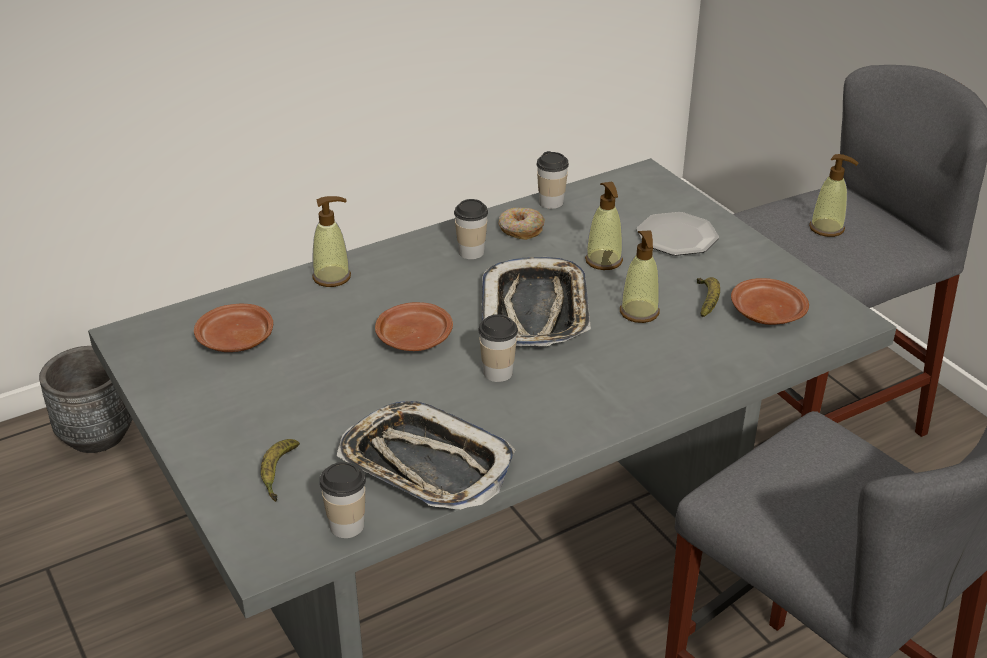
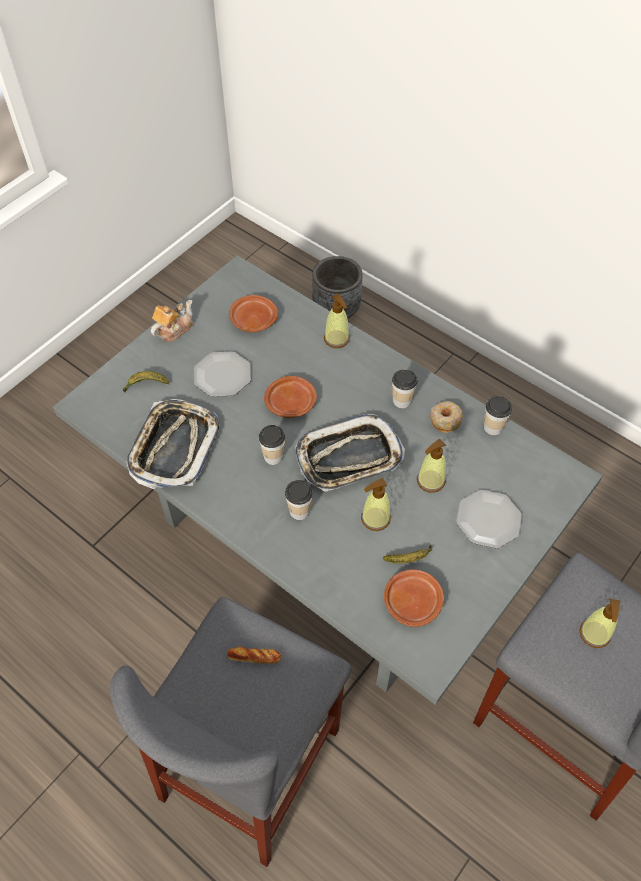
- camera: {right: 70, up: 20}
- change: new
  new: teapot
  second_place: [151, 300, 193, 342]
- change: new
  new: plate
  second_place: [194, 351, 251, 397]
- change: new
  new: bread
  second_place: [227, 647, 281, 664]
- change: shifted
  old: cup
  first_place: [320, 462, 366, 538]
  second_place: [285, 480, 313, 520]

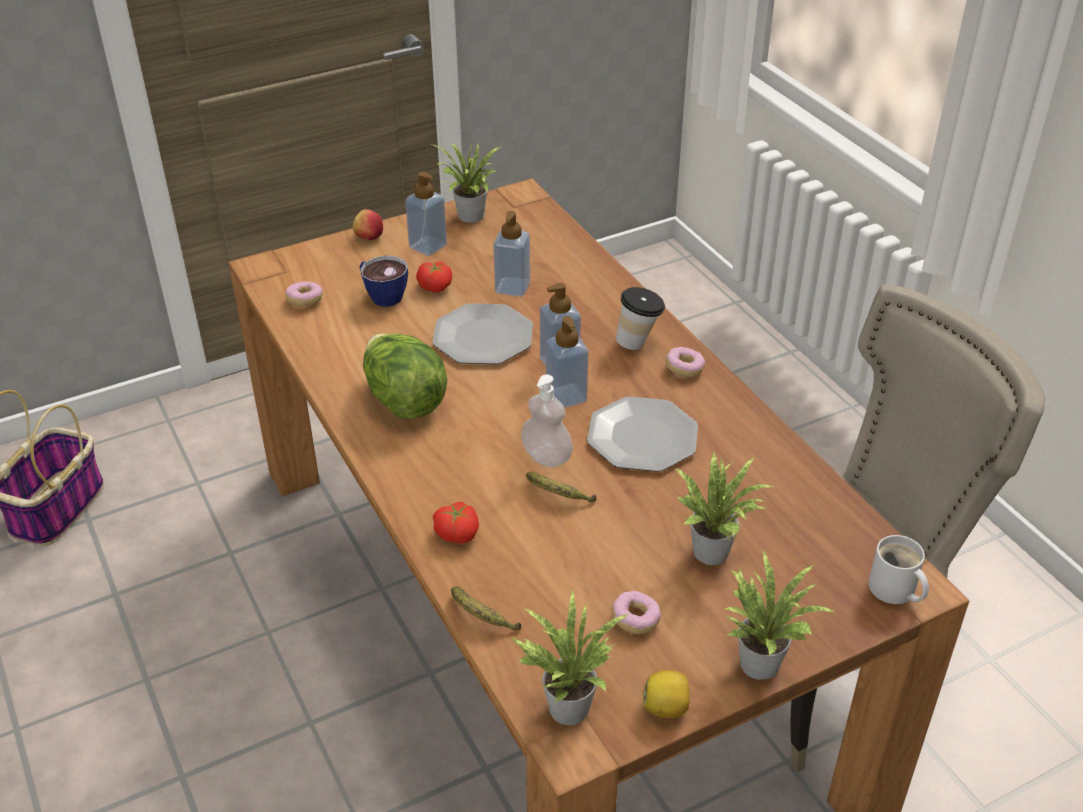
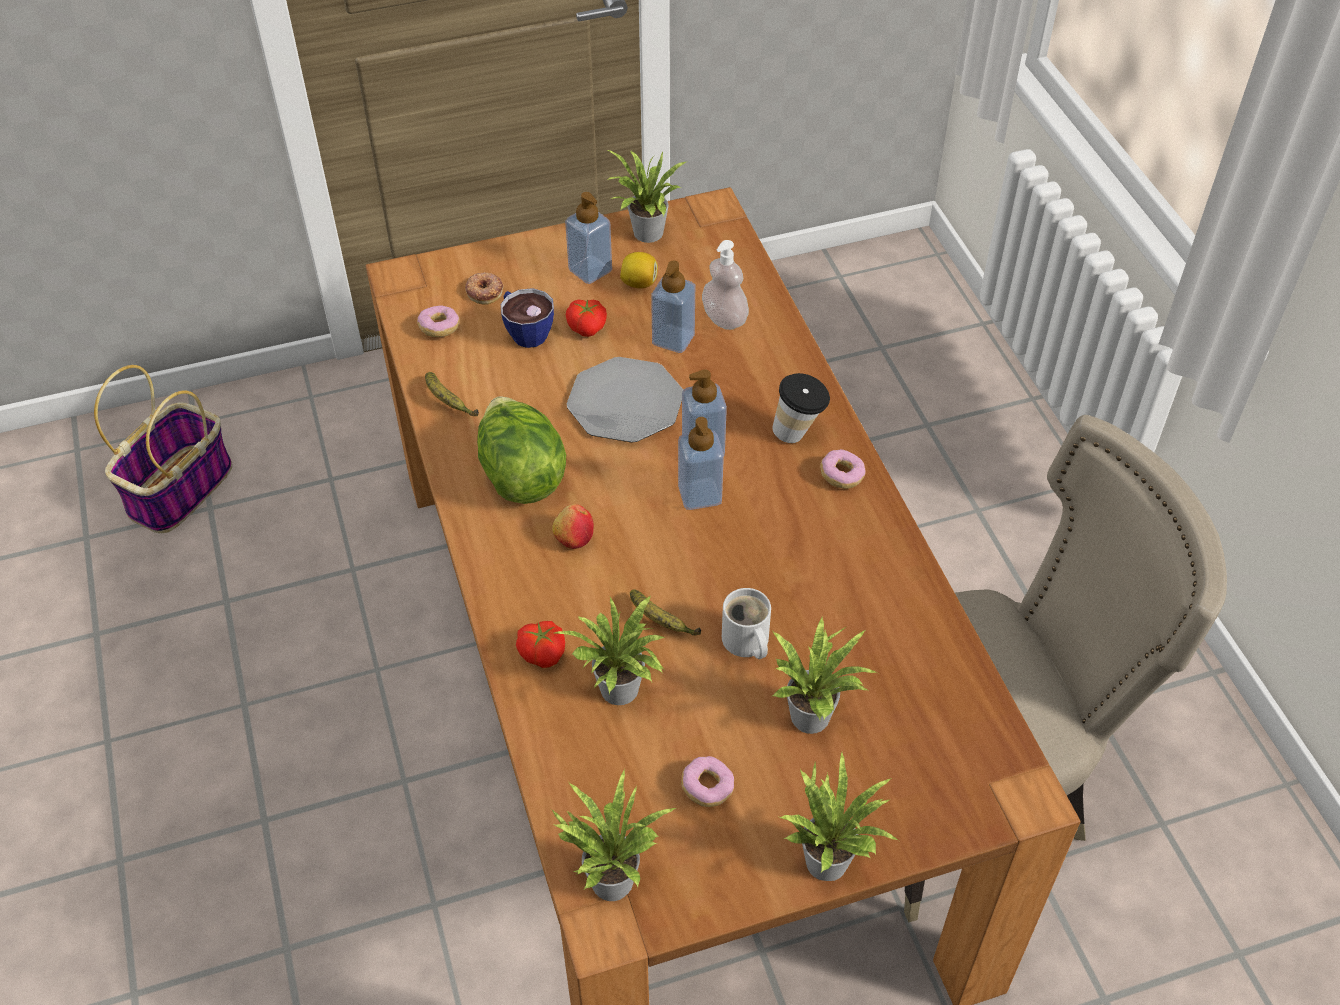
- camera: {right: 10, up: 10}
- change: gone
  old: plate
  first_place: [587, 396, 698, 472]
- change: new
  new: donut
  second_place: [465, 272, 504, 305]
- change: new
  new: potted plant
  second_place: [555, 596, 664, 705]
- change: shifted
  old: apple
  first_place: [353, 209, 383, 240]
  second_place: [552, 504, 594, 549]
- change: shifted
  old: banana
  first_place: [451, 586, 521, 631]
  second_place: [425, 372, 479, 416]
- change: shifted
  old: soap dispenser
  first_place: [521, 374, 573, 467]
  second_place: [702, 240, 749, 330]
- change: shifted
  old: lemon
  first_place: [642, 670, 690, 718]
  second_place: [620, 252, 658, 288]
- change: shifted
  old: mug/white
  first_place: [868, 535, 929, 604]
  second_place: [722, 588, 771, 659]

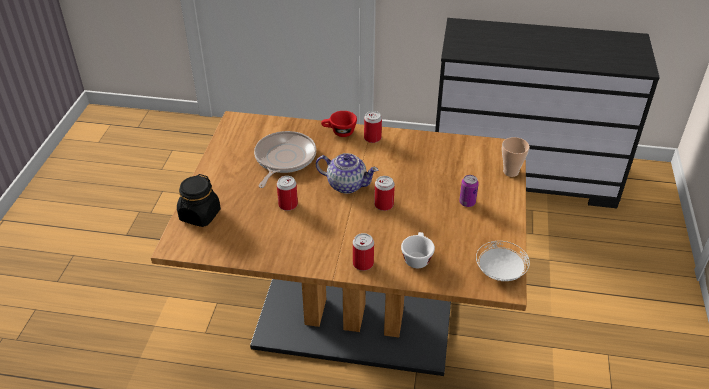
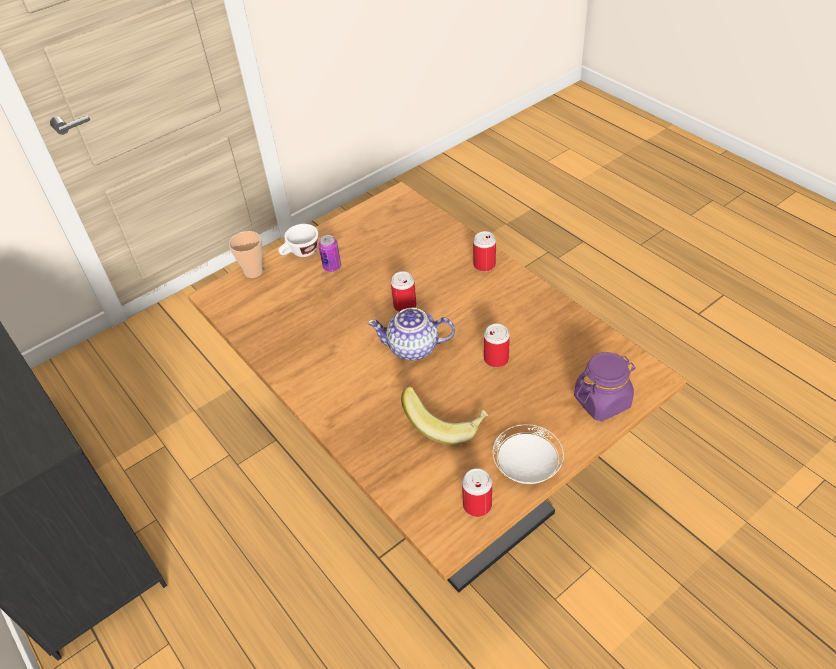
- camera: {right: -135, up: 5}
- change: gone
  old: cup/red
  first_place: [321, 111, 357, 137]
- change: shifted
  old: can
  first_place: [364, 111, 382, 143]
  second_place: [462, 468, 492, 517]
- change: shifted
  old: cup/white
  first_place: [401, 232, 435, 268]
  second_place: [278, 224, 318, 257]
- change: shifted
  old: plate/white
  first_place: [476, 241, 530, 281]
  second_place: [493, 424, 564, 484]
- change: swapped
  old: frying pan
  new: banana
  first_place: [254, 131, 316, 188]
  second_place: [401, 387, 488, 445]
- change: repainted
  old: jar/black
  new: jar/purple
  first_place: [177, 174, 221, 227]
  second_place: [574, 352, 636, 421]
- change: rotated
  old: teapot
  first_place: [316, 153, 379, 194]
  second_place: [367, 308, 455, 360]
  degrees: -60

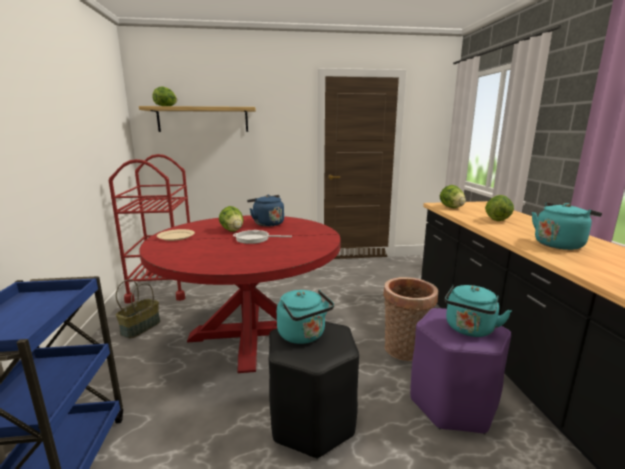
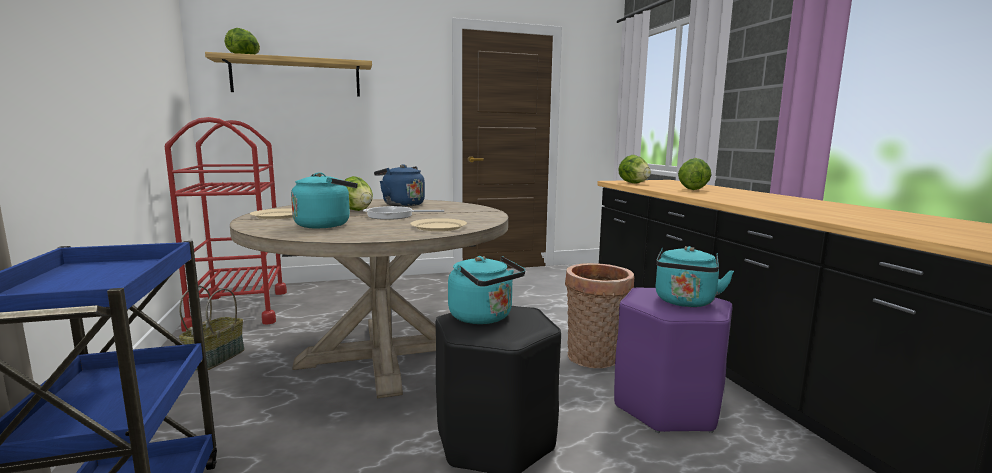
- camera: {right: -10, up: -5}
- change: new
  new: plate/beige
  second_place: [410, 218, 467, 231]
- change: shifted
  old: kettle/turquoise
  first_place: [532, 202, 602, 250]
  second_place: [291, 172, 358, 228]
- change: repainted
  old: dining table/red
  new: dining table/beige
  first_place: [139, 215, 341, 373]
  second_place: [230, 199, 508, 398]

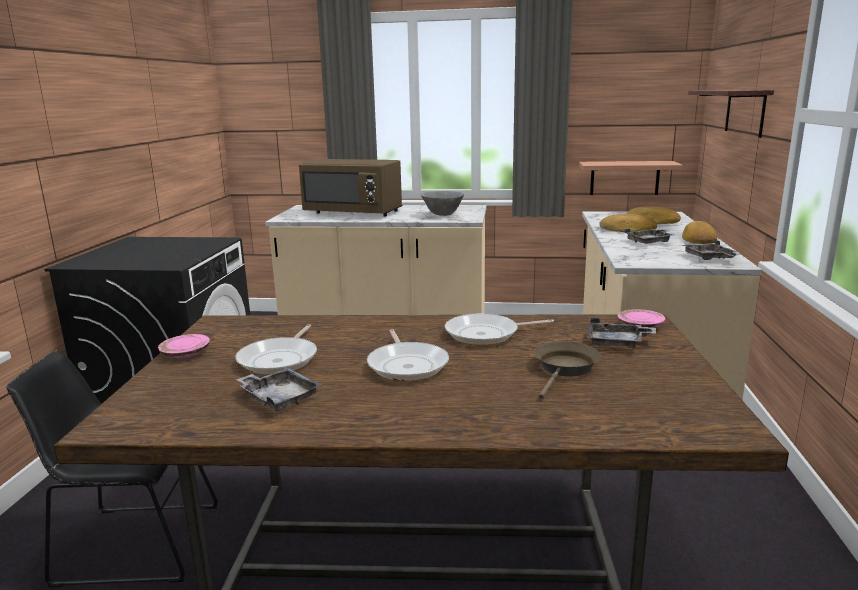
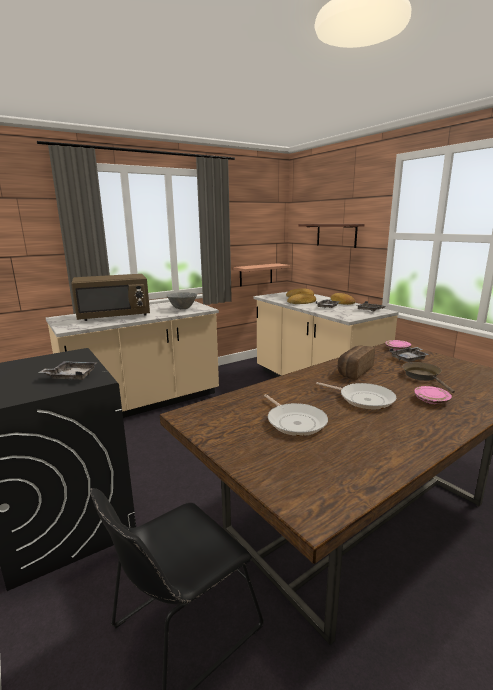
- camera: {right: -40, up: 0}
- change: shifted
  old: plate/pink
  first_place: [158, 334, 210, 358]
  second_place: [414, 386, 452, 404]
- change: shifted
  old: tray/grey
  first_place: [236, 367, 321, 412]
  second_place: [38, 361, 97, 380]
- change: swapped
  old: frying pan
  new: bread
  first_place: [445, 313, 554, 345]
  second_place: [338, 345, 375, 380]

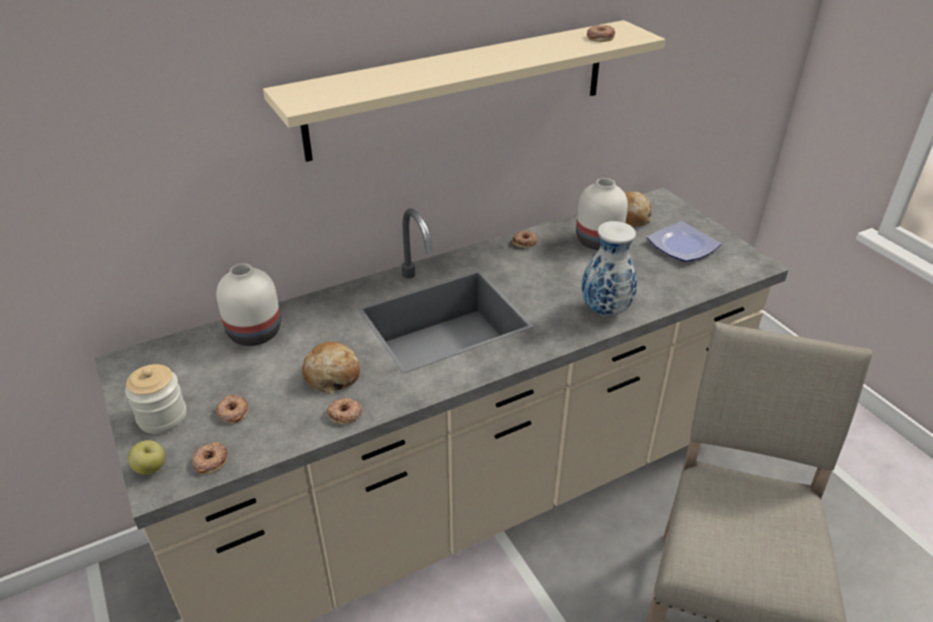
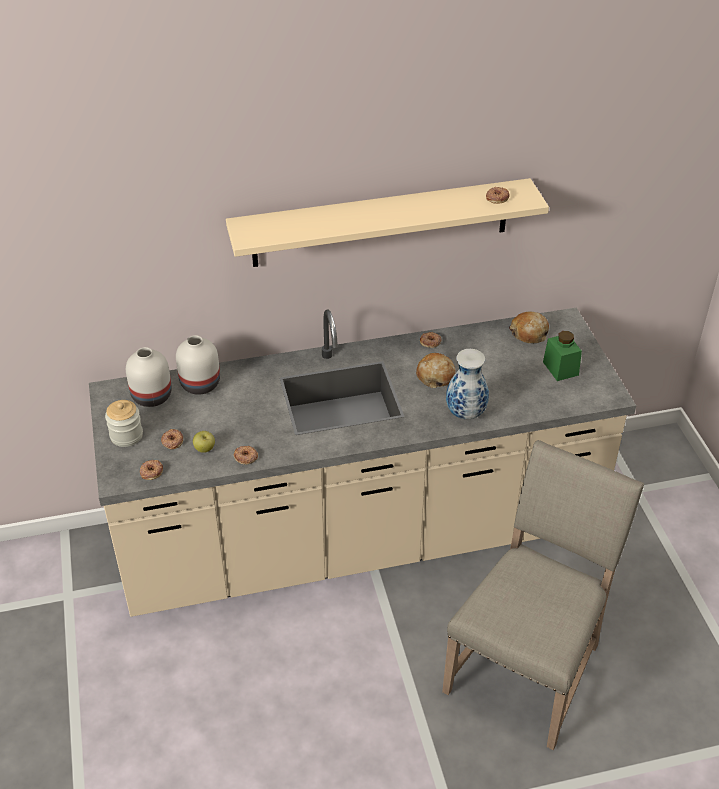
- camera: {right: 15, up: 5}
- change: shifted
  old: apple
  first_place: [128, 440, 165, 475]
  second_place: [193, 431, 215, 453]
- change: shifted
  old: bread
  first_place: [302, 342, 360, 394]
  second_place: [416, 353, 456, 388]
- change: shifted
  old: vase/white
  first_place: [576, 178, 628, 250]
  second_place: [126, 347, 172, 407]
- change: swapped
  old: plate
  new: jar/green
  first_place: [647, 221, 722, 262]
  second_place: [543, 331, 582, 381]

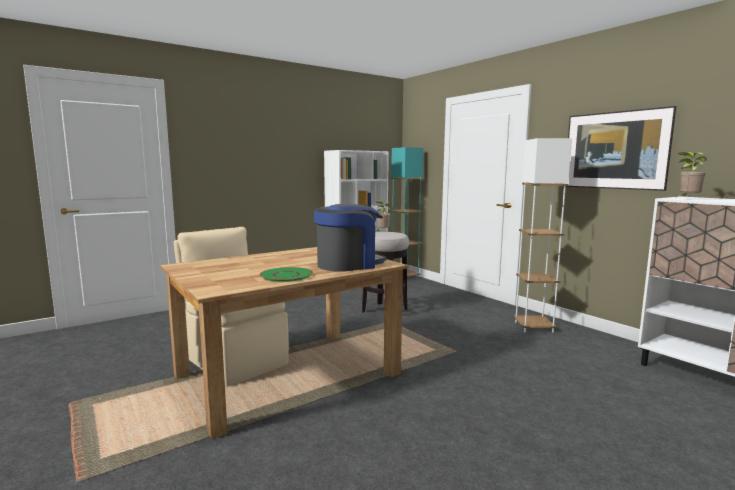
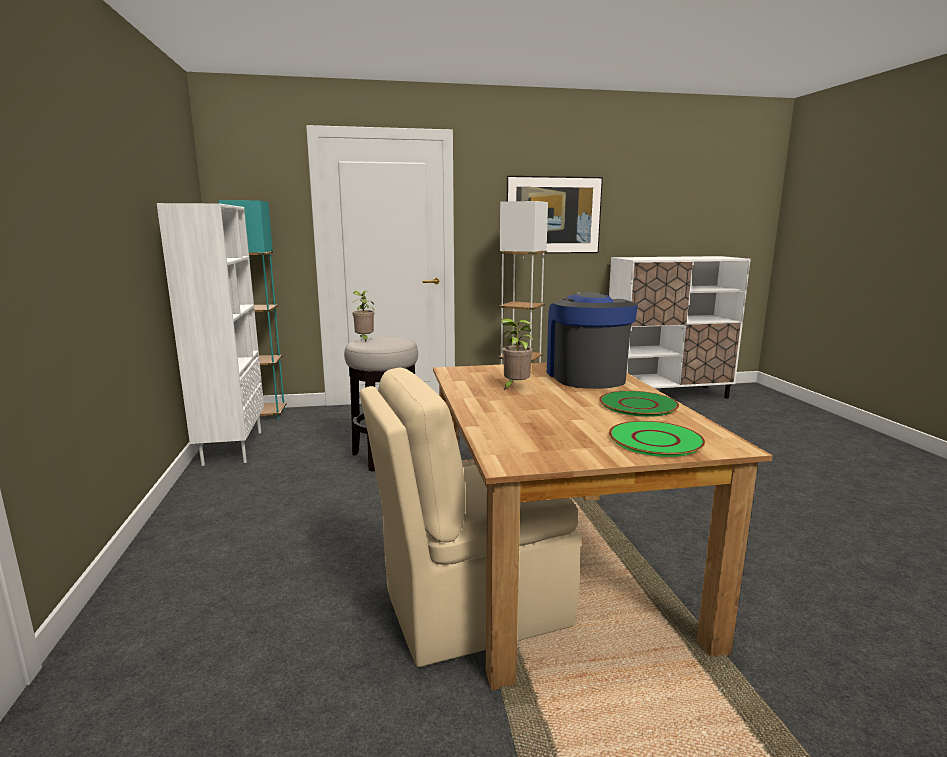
- camera: {right: -65, up: 5}
- change: new
  new: plate/green
  second_place: [609, 421, 705, 457]
- change: shifted
  old: potted plant
  first_place: [677, 152, 707, 197]
  second_place: [500, 318, 533, 390]

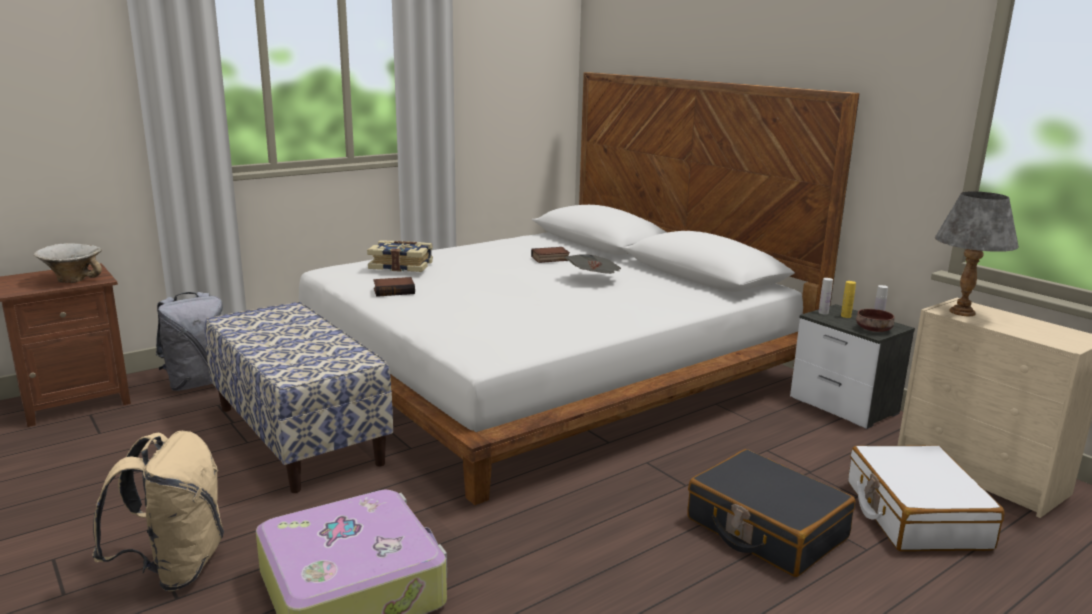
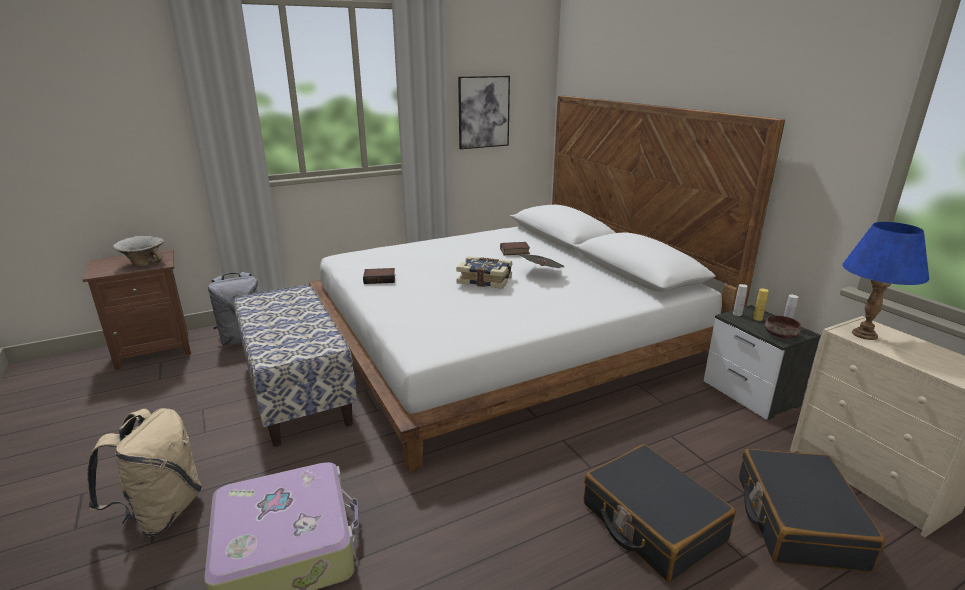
- camera: {right: 10, up: 5}
- change: new
  new: picture
  second_place: [458, 76, 510, 149]
- change: shifted
  old: book
  first_place: [367, 240, 433, 272]
  second_place: [456, 256, 512, 289]
- change: repainted
  old: suitcase/white
  new: suitcase/black
  first_place: [848, 445, 1005, 551]
  second_place: [739, 449, 885, 572]
- change: repainted
  old: table lamp/grey
  new: table lamp/blue
  first_place: [935, 191, 1019, 316]
  second_place: [842, 222, 929, 340]

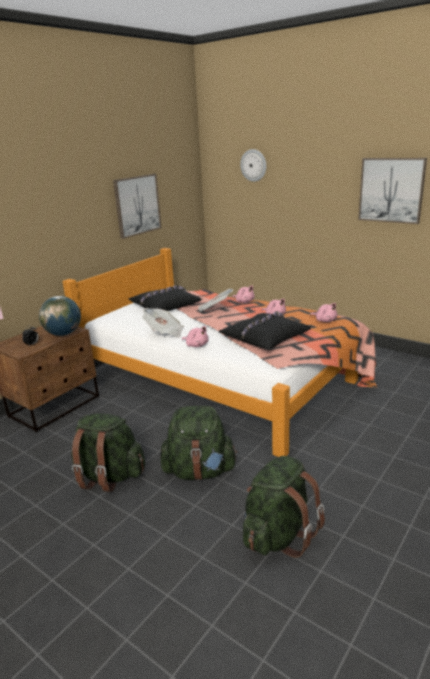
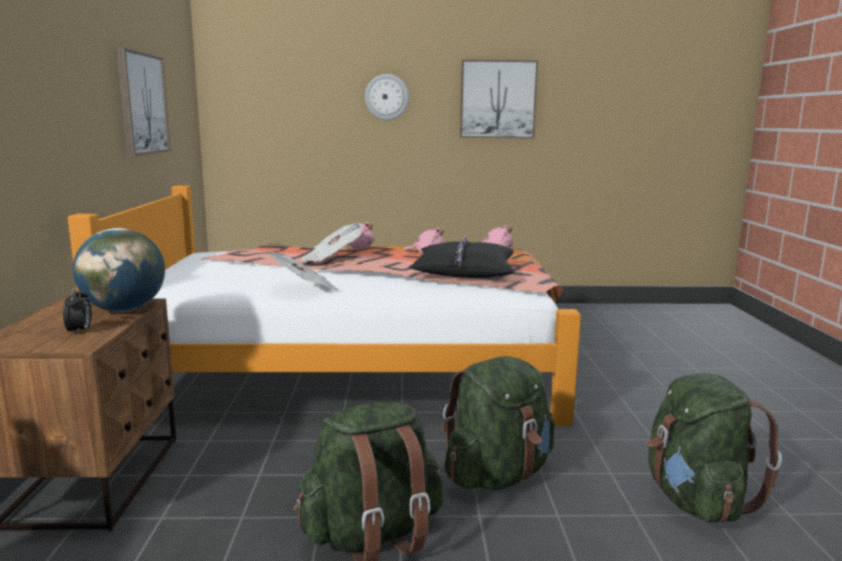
- camera: {right: -40, up: -10}
- change: gone
  old: pillow/black
  first_place: [129, 285, 201, 311]
- change: gone
  old: plush toy/pink
  first_place: [182, 326, 208, 347]
- change: shifted
  old: wall clock
  first_place: [240, 149, 266, 182]
  second_place: [365, 74, 409, 120]

